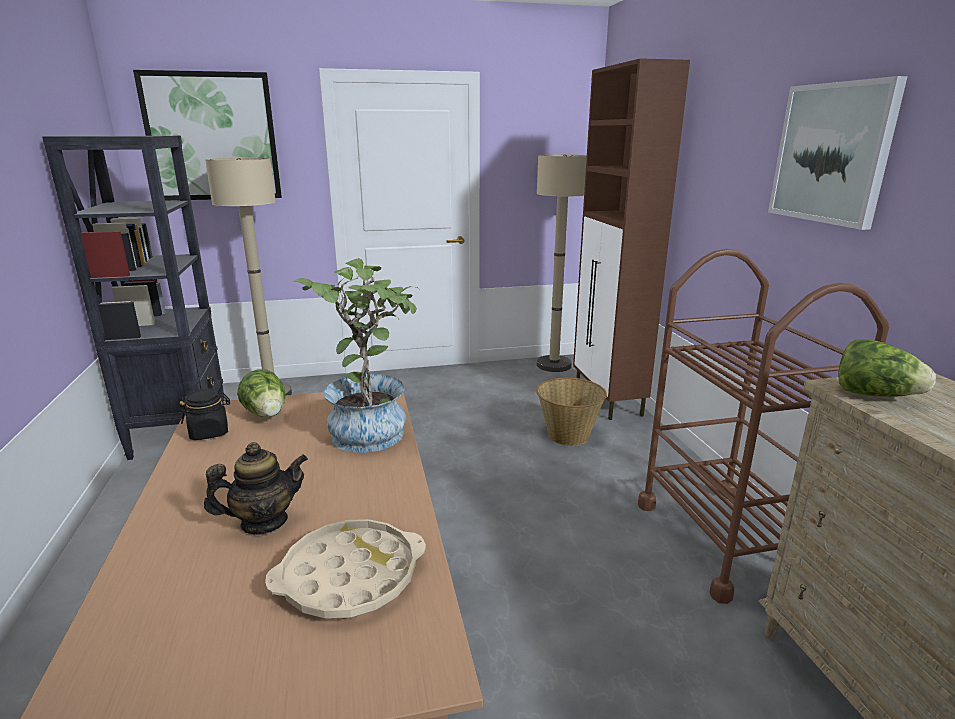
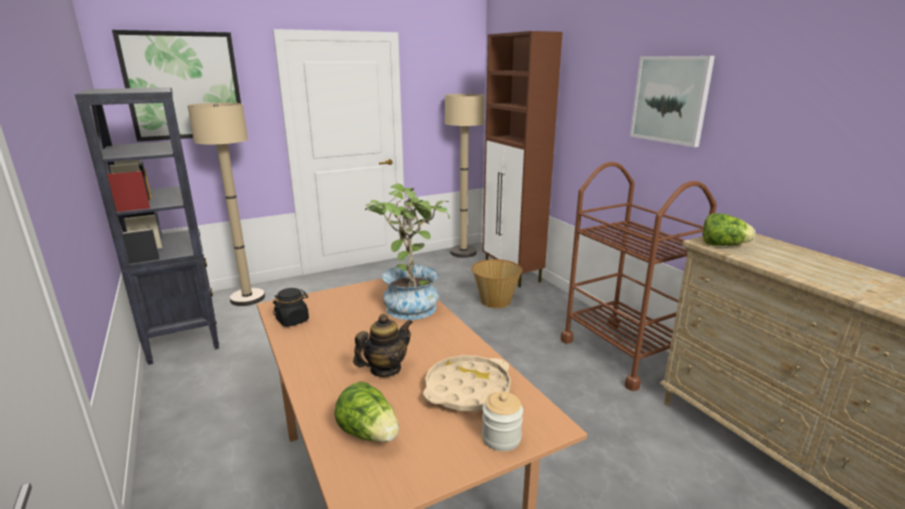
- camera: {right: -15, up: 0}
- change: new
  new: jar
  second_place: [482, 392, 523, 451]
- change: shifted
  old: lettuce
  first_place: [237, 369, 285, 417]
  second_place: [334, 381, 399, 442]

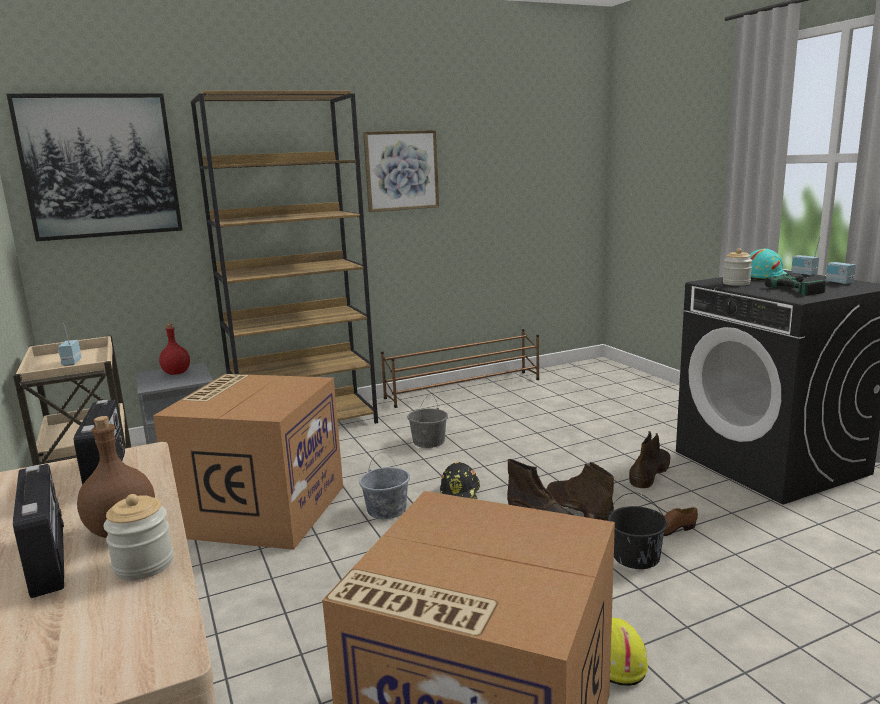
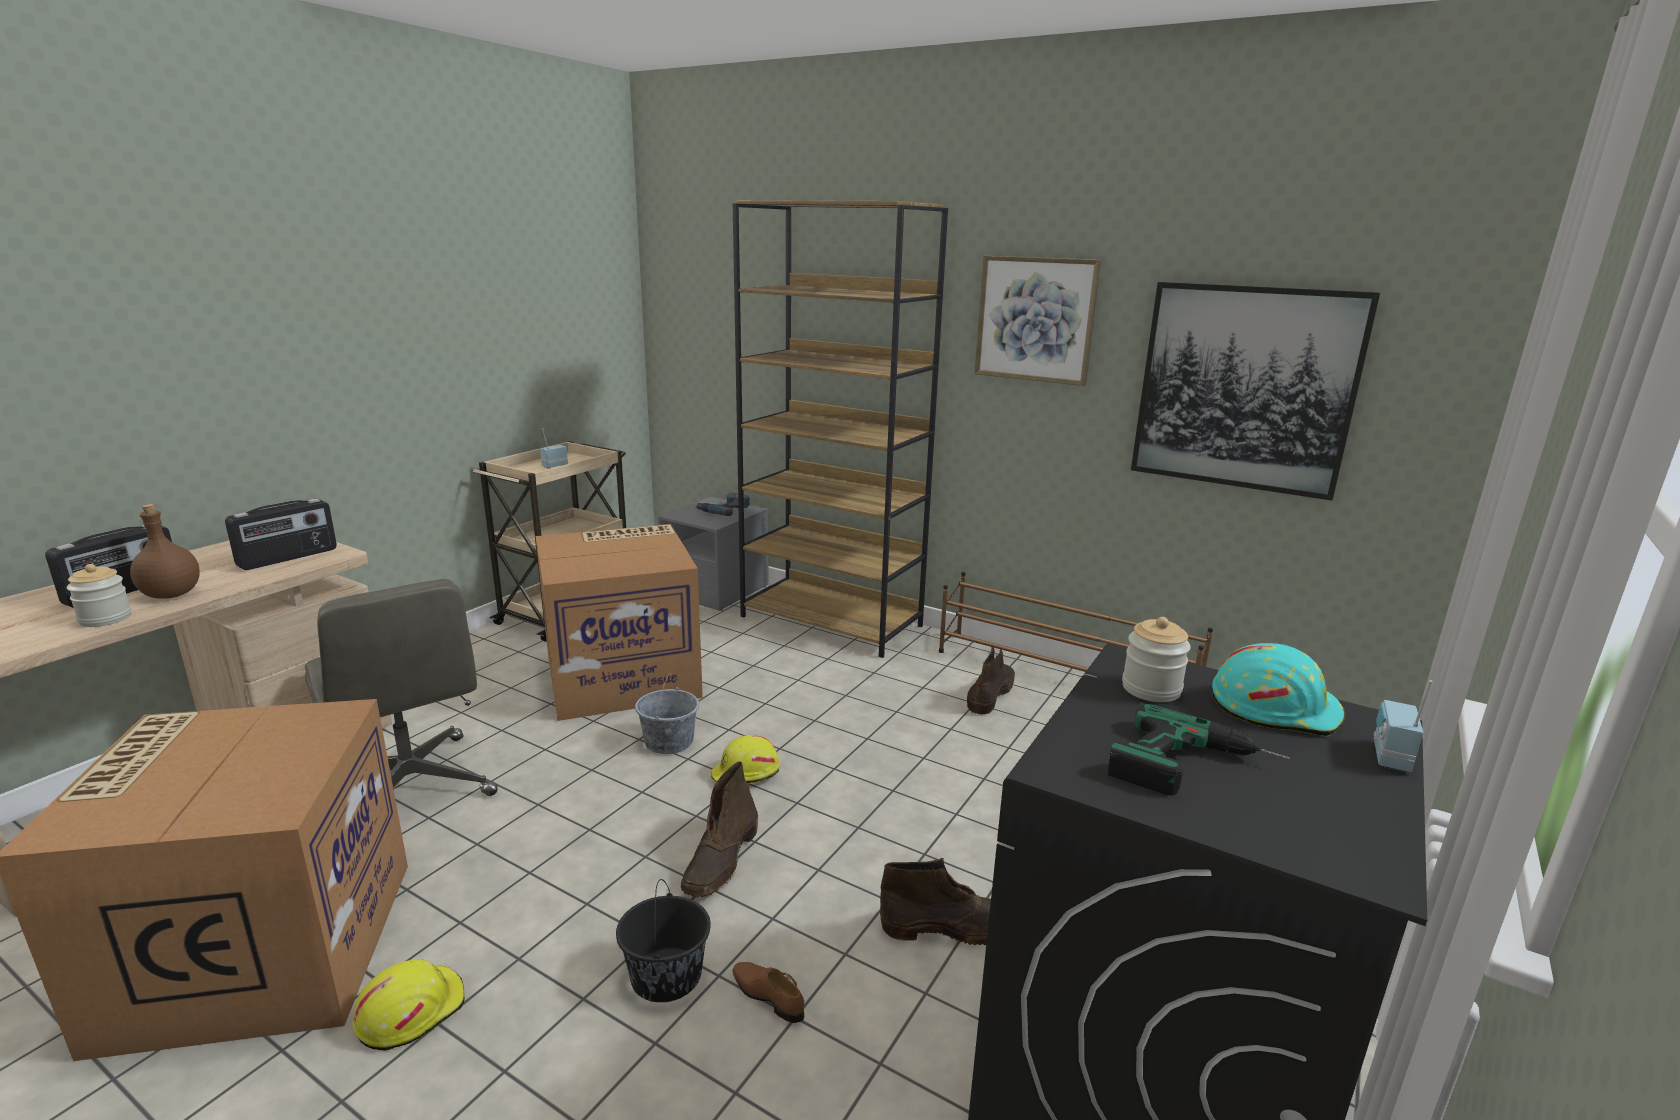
- camera: {right: 55, up: 5}
- change: gone
  old: bucket/grey
  first_place: [407, 395, 448, 448]
- change: gone
  old: radio
  first_place: [826, 243, 857, 285]
- change: new
  new: office chair/grey
  second_place: [305, 579, 498, 796]
- change: shifted
  old: picture
  first_place: [7, 94, 183, 242]
  second_place: [1131, 282, 1380, 501]
- change: shifted
  old: boot/brown
  first_place: [547, 462, 614, 521]
  second_place: [967, 646, 1015, 714]
- change: swapped
  old: bottle/red
  new: power drill
  first_place: [159, 324, 190, 375]
  second_place: [694, 493, 750, 516]
- change: repainted
  old: hard hat/black
  new: hard hat/yellow
  first_place: [440, 462, 480, 499]
  second_place: [711, 735, 780, 784]

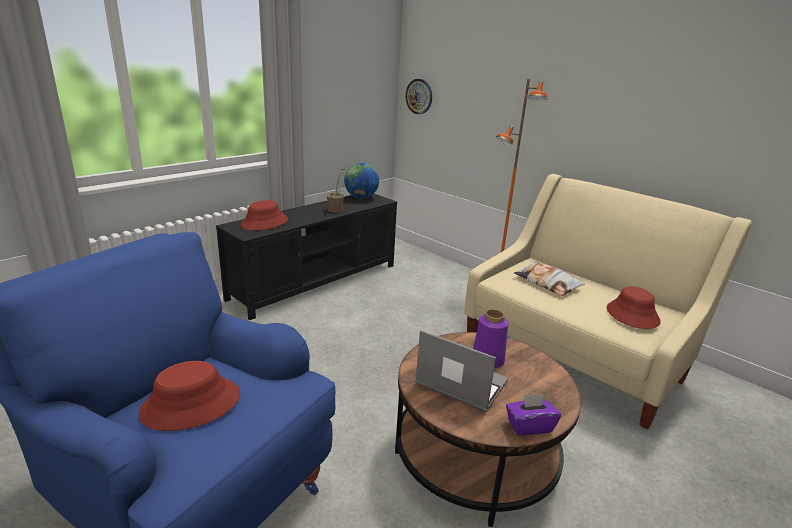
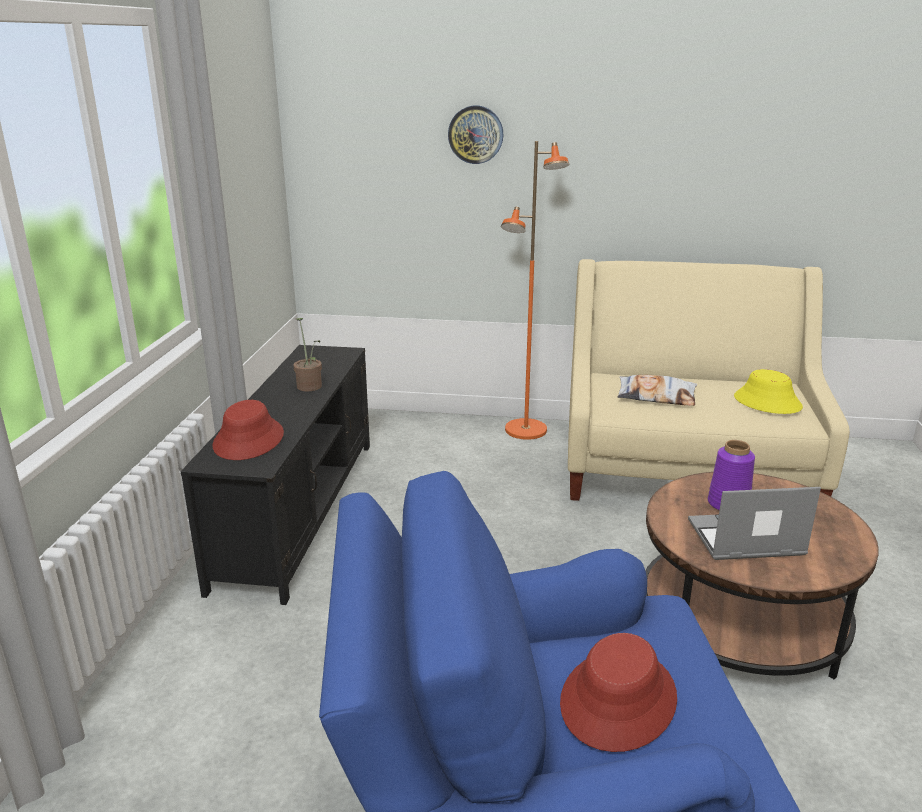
- camera: {right: -35, up: 0}
- change: gone
  old: globe
  first_place: [344, 163, 379, 198]
- change: gone
  old: tissue box/purple
  first_place: [506, 394, 561, 435]
- change: shifted
  old: wall clock
  first_place: [406, 79, 432, 114]
  second_place: [448, 105, 503, 164]
- change: repainted
  old: hat/red
  new: hat/yellow
  first_place: [607, 286, 661, 329]
  second_place: [734, 369, 803, 414]

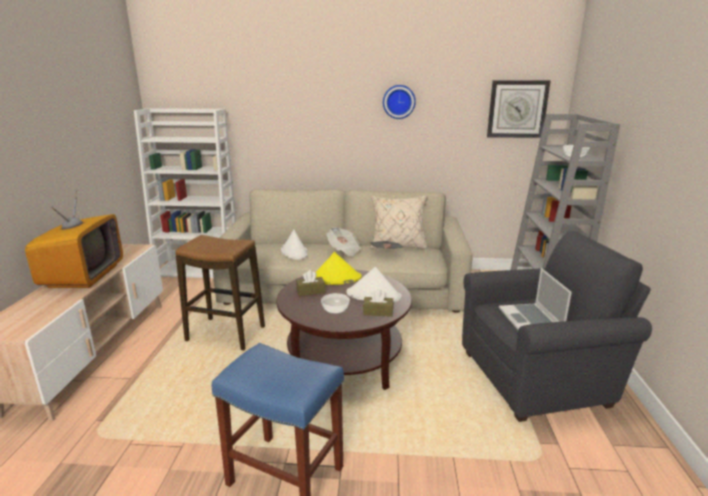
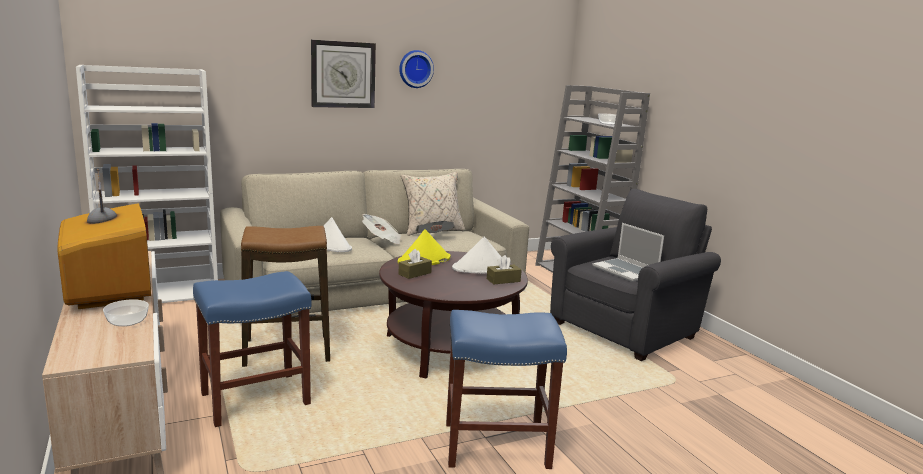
- camera: {right: -30, up: -5}
- change: new
  new: stool/blue
  second_place: [193, 271, 312, 427]
- change: shifted
  old: bowl
  first_place: [321, 293, 350, 314]
  second_place: [103, 299, 149, 327]
- change: shifted
  old: wall clock
  first_place: [487, 80, 551, 138]
  second_place: [311, 40, 376, 108]

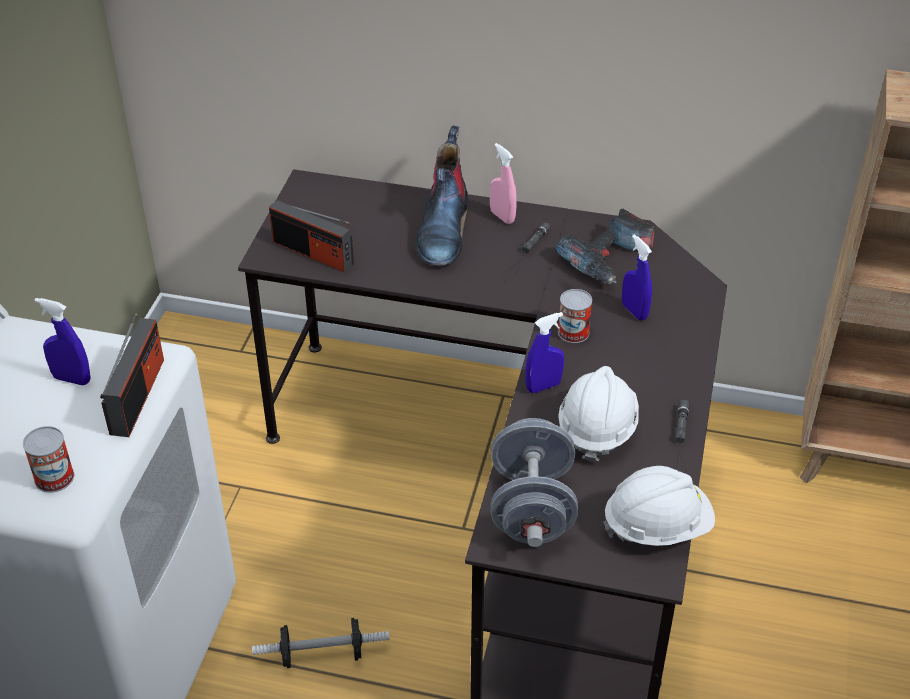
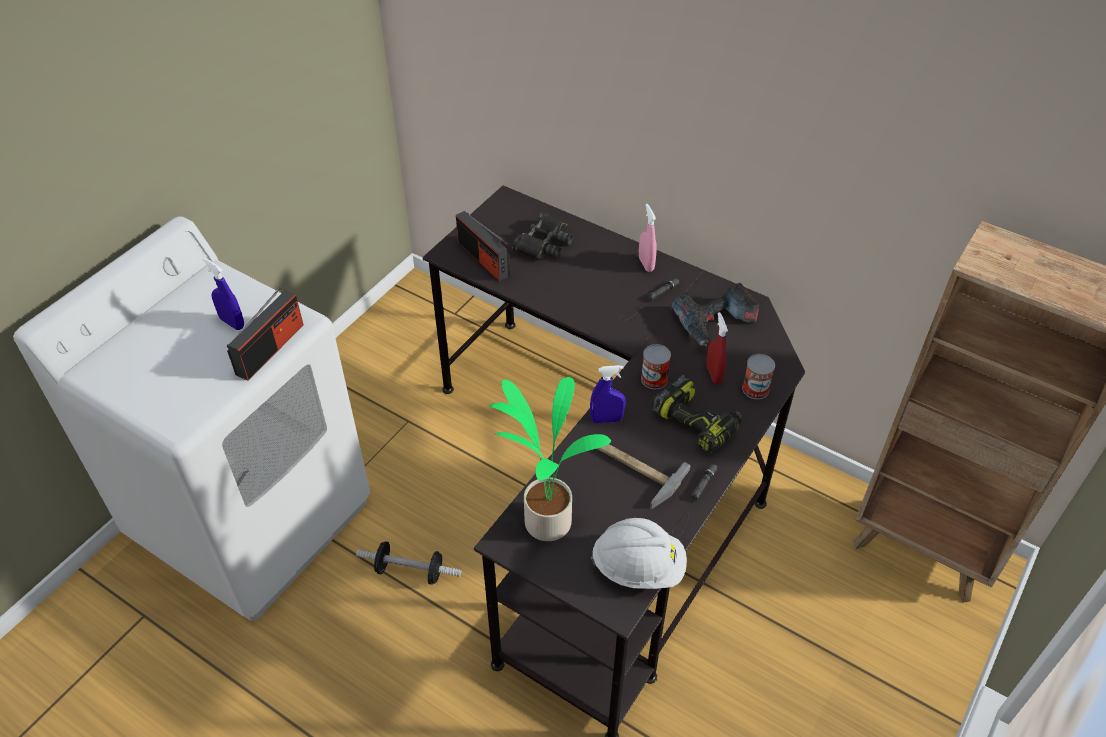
- camera: {right: 20, up: 5}
- change: gone
  old: boot
  first_place: [415, 125, 468, 266]
- change: new
  new: binoculars/black
  second_place: [512, 212, 574, 259]
- change: new
  new: power drill
  second_place: [652, 375, 742, 454]
- change: shifted
  old: can
  first_place: [23, 426, 74, 493]
  second_place: [742, 354, 775, 399]
- change: swapped
  old: dumbbell/grey
  new: potted plant
  first_place: [491, 418, 578, 547]
  second_place: [489, 377, 611, 541]
- change: swapped
  old: hard hat/white
  new: hammer
  first_place: [558, 366, 639, 462]
  second_place: [597, 444, 690, 509]
- change: repainted
  old: spray bottle/blue
  new: spray bottle/red
  first_place: [622, 234, 652, 321]
  second_place: [706, 312, 728, 384]

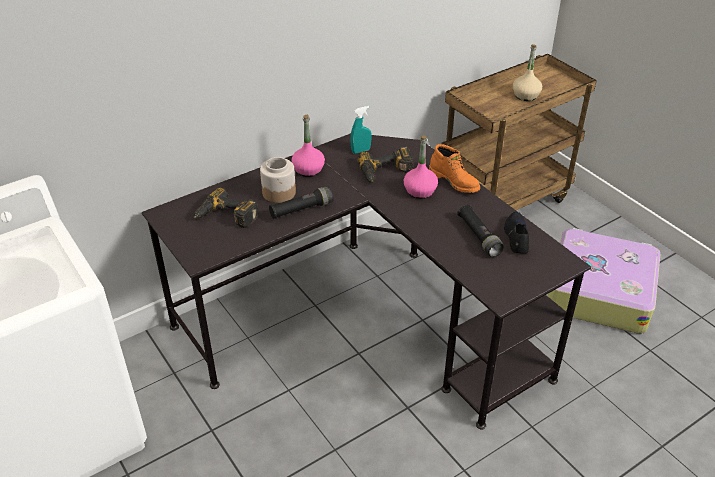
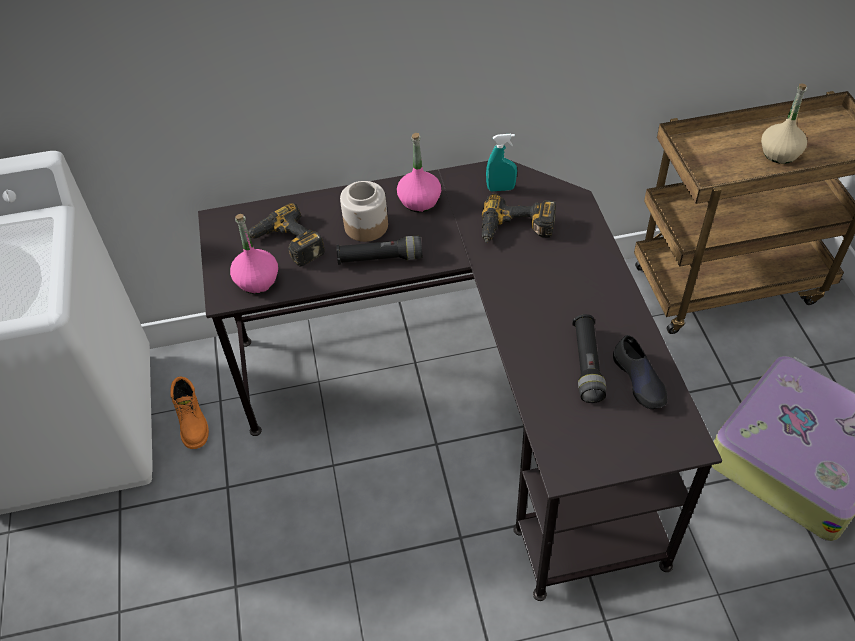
- camera: {right: 25, up: 10}
- change: shifted
  old: bottle/pink
  first_place: [404, 135, 438, 199]
  second_place: [230, 214, 278, 294]
- change: shifted
  old: boot/orange
  first_place: [429, 144, 480, 193]
  second_place: [170, 377, 209, 449]
- change: rotated
  old: shoe/black
  first_place: [504, 212, 529, 253]
  second_place: [613, 335, 667, 409]
  degrees: 135

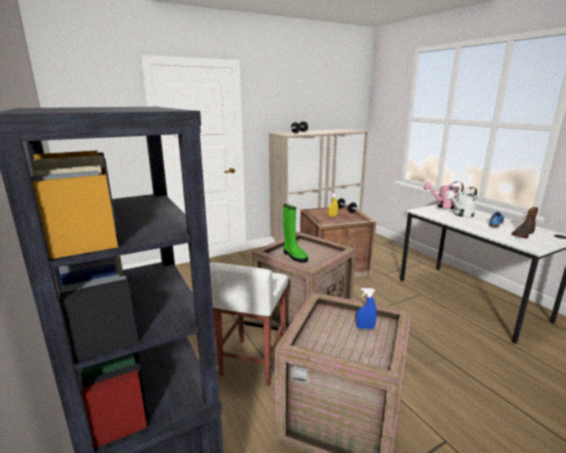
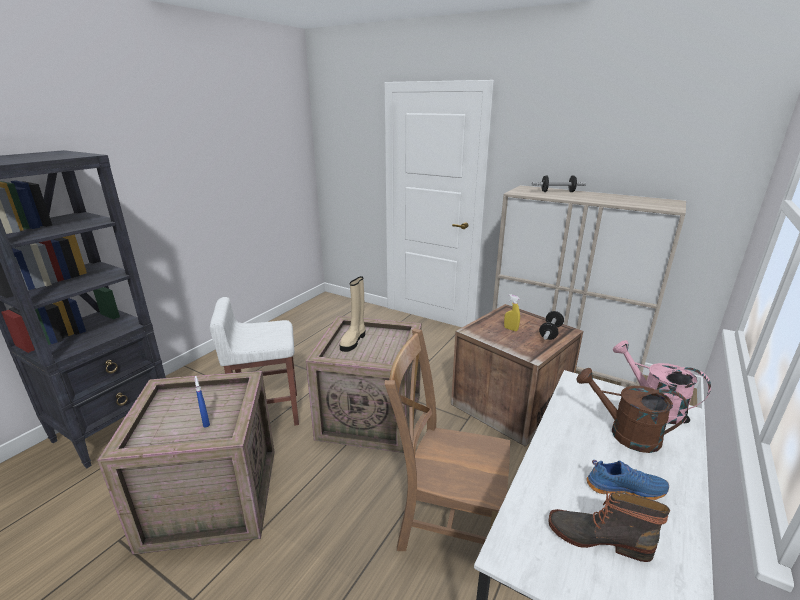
- camera: {right: 60, up: 5}
- change: new
  new: chair/brown
  second_place: [385, 328, 510, 551]
- change: repainted
  old: boot/green
  new: boot/beige
  first_place: [283, 204, 308, 263]
  second_place: [340, 276, 365, 352]
- change: repainted
  old: watering can/white
  new: watering can/brown
  first_place: [445, 187, 477, 217]
  second_place: [576, 368, 688, 453]

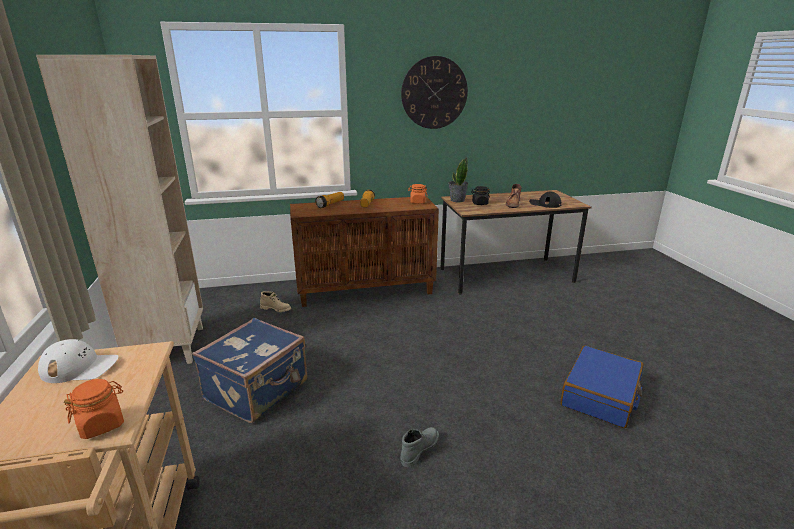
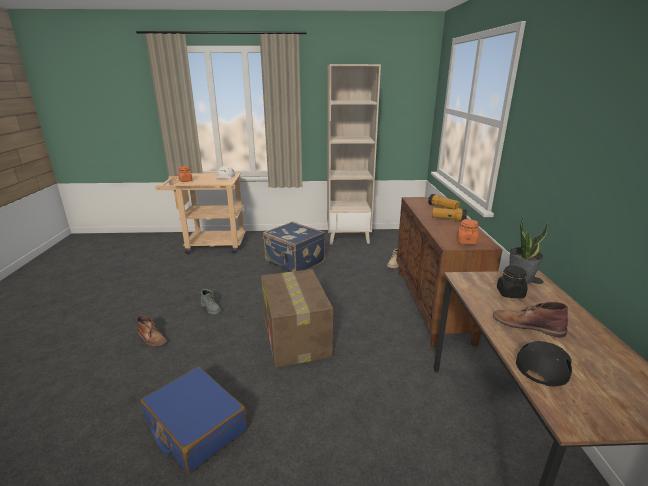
- camera: {right: 100, up: 0}
- change: gone
  old: wall clock
  first_place: [401, 56, 468, 129]
- change: new
  new: boot/brown
  second_place: [137, 315, 168, 347]
- change: new
  new: cardboard box
  second_place: [261, 269, 333, 368]

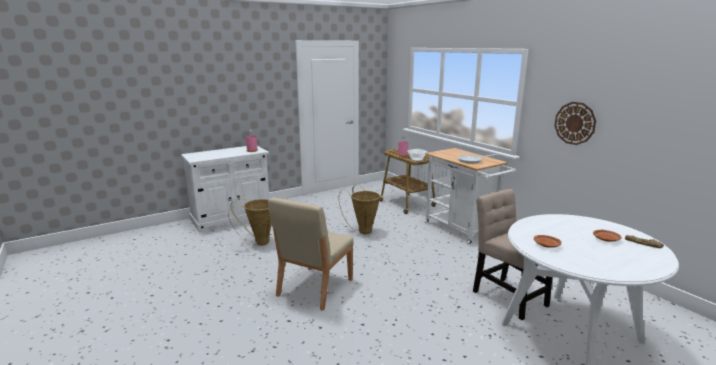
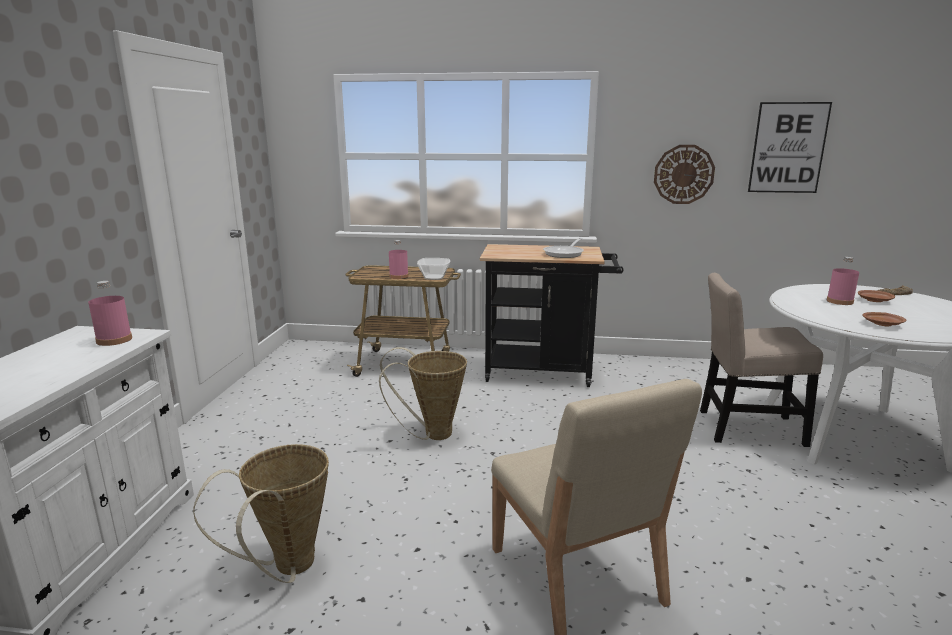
- camera: {right: -50, up: 0}
- change: new
  new: picture
  second_place: [748, 102, 832, 193]
- change: new
  new: bottle/pink
  second_place: [827, 257, 859, 305]
- change: repainted
  old: cart/white
  new: cart/black
  first_place: [425, 148, 516, 245]
  second_place: [480, 244, 623, 387]

